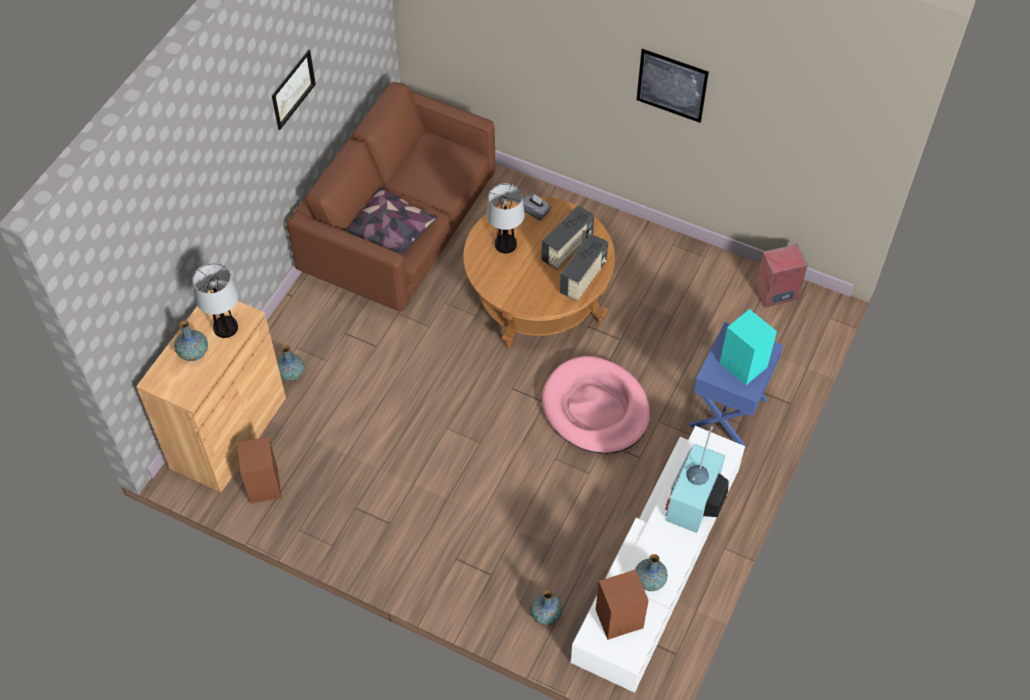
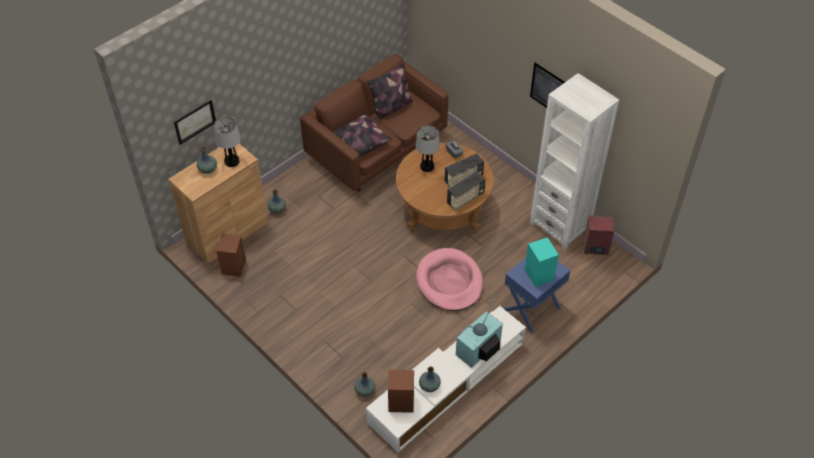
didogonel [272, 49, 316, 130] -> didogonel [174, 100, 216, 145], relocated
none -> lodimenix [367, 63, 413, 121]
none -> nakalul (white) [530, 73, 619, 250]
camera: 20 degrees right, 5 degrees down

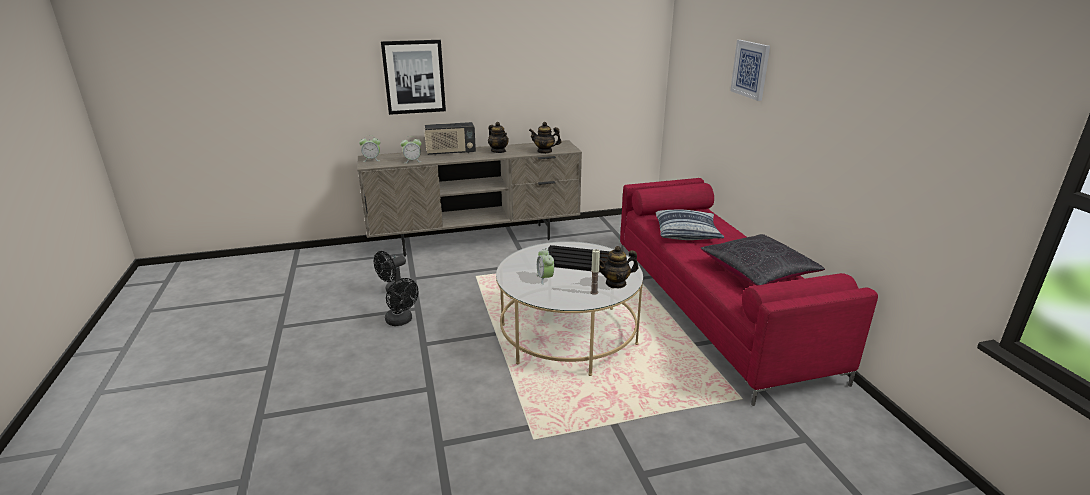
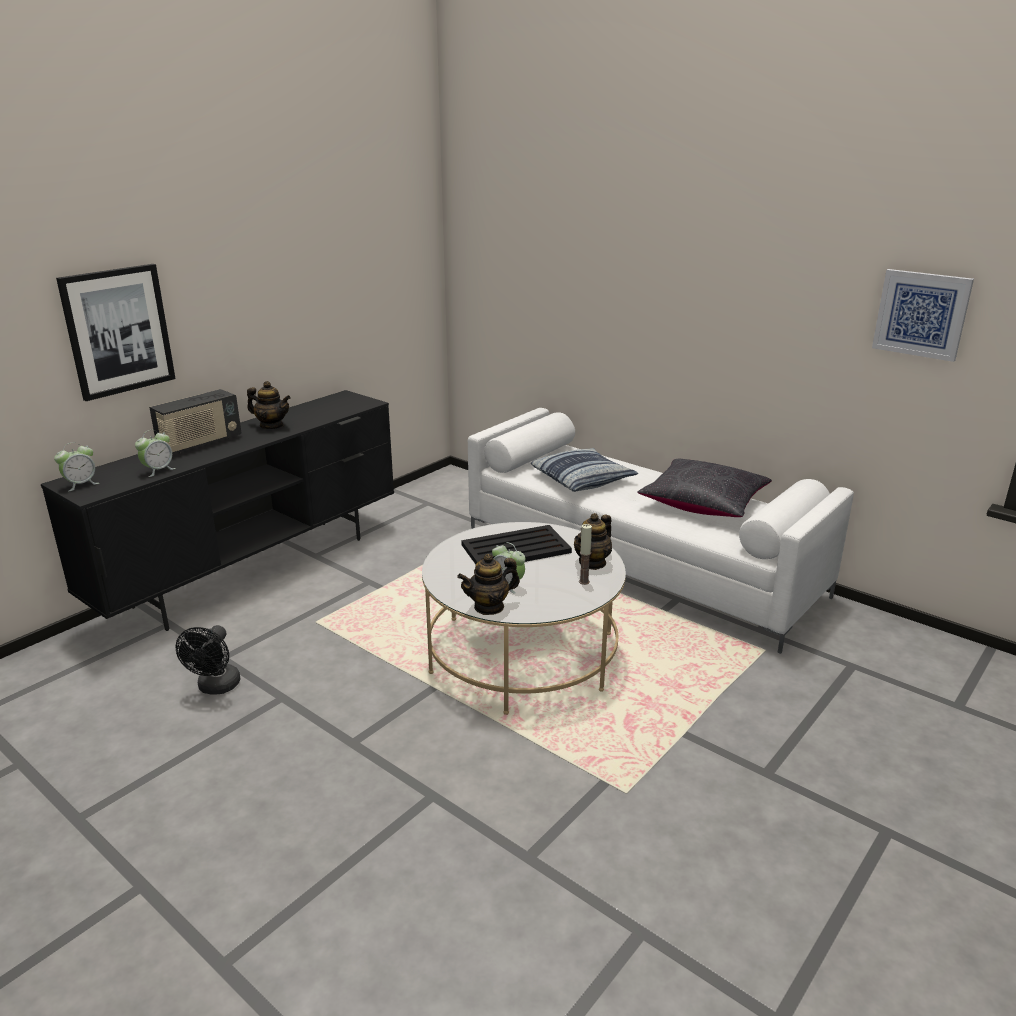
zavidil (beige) [357, 140, 582, 257] -> zavidil (black) [41, 390, 394, 631]
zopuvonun [529, 122, 561, 154] -> zopuvonun [457, 554, 520, 615], relocated
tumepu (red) [620, 178, 878, 406] -> tumepu (white) [468, 408, 854, 654]
didogonel [730, 40, 770, 101] -> didogonel [872, 269, 974, 362], relocated
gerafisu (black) [385, 278, 418, 326] -> none
camera: 35 degrees left, 0 degrees up

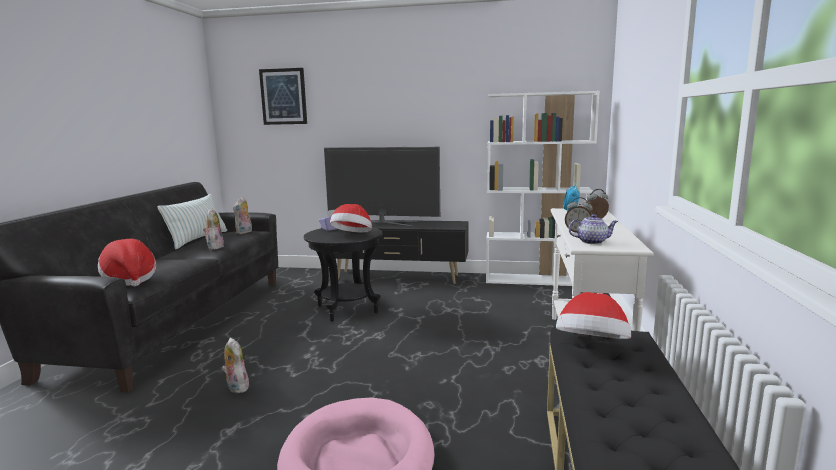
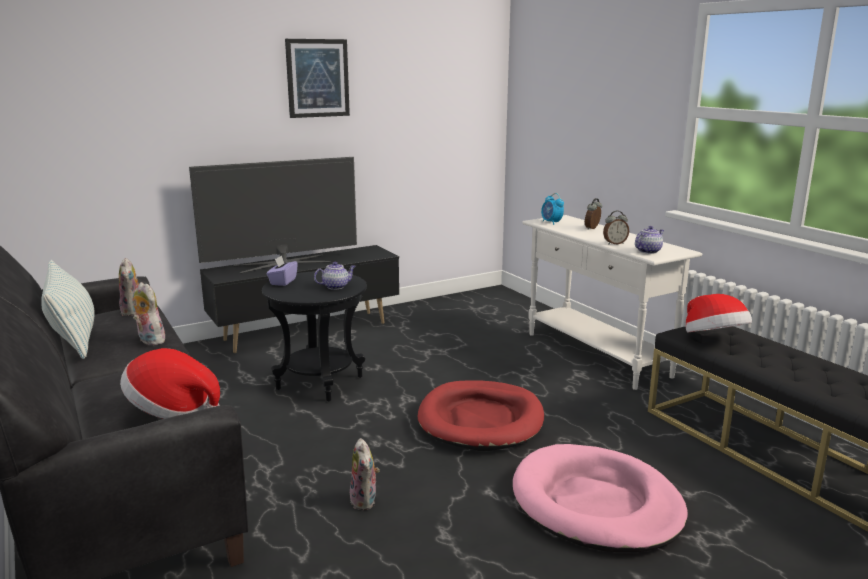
didogonel [259, 68, 307, 125] -> didogonel [285, 39, 350, 118], relocated
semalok [330, 204, 372, 232] -> zopuvonun [314, 262, 355, 290]
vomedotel [222, 338, 249, 393] -> vomedotel [348, 438, 380, 510], 120 degrees counterclockwise
none -> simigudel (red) [418, 380, 544, 451]
nakalul (white) [486, 91, 600, 286] -> none
camera: 40 degrees left, 5 degrees up

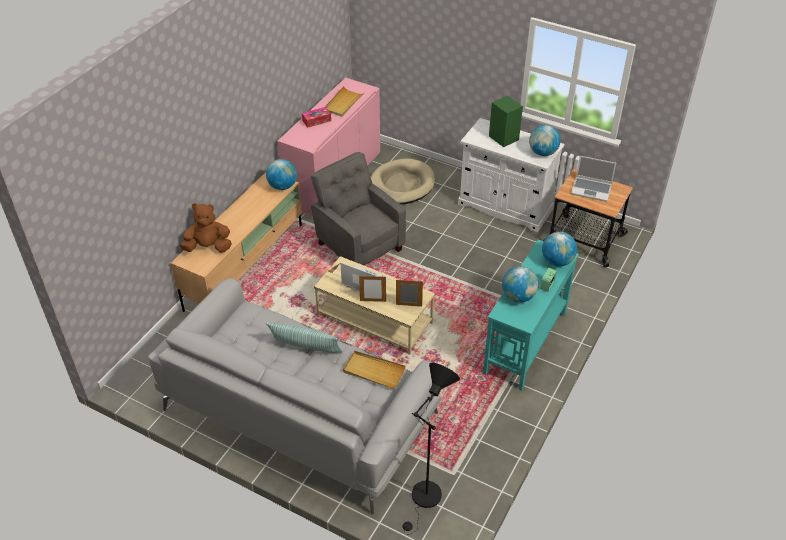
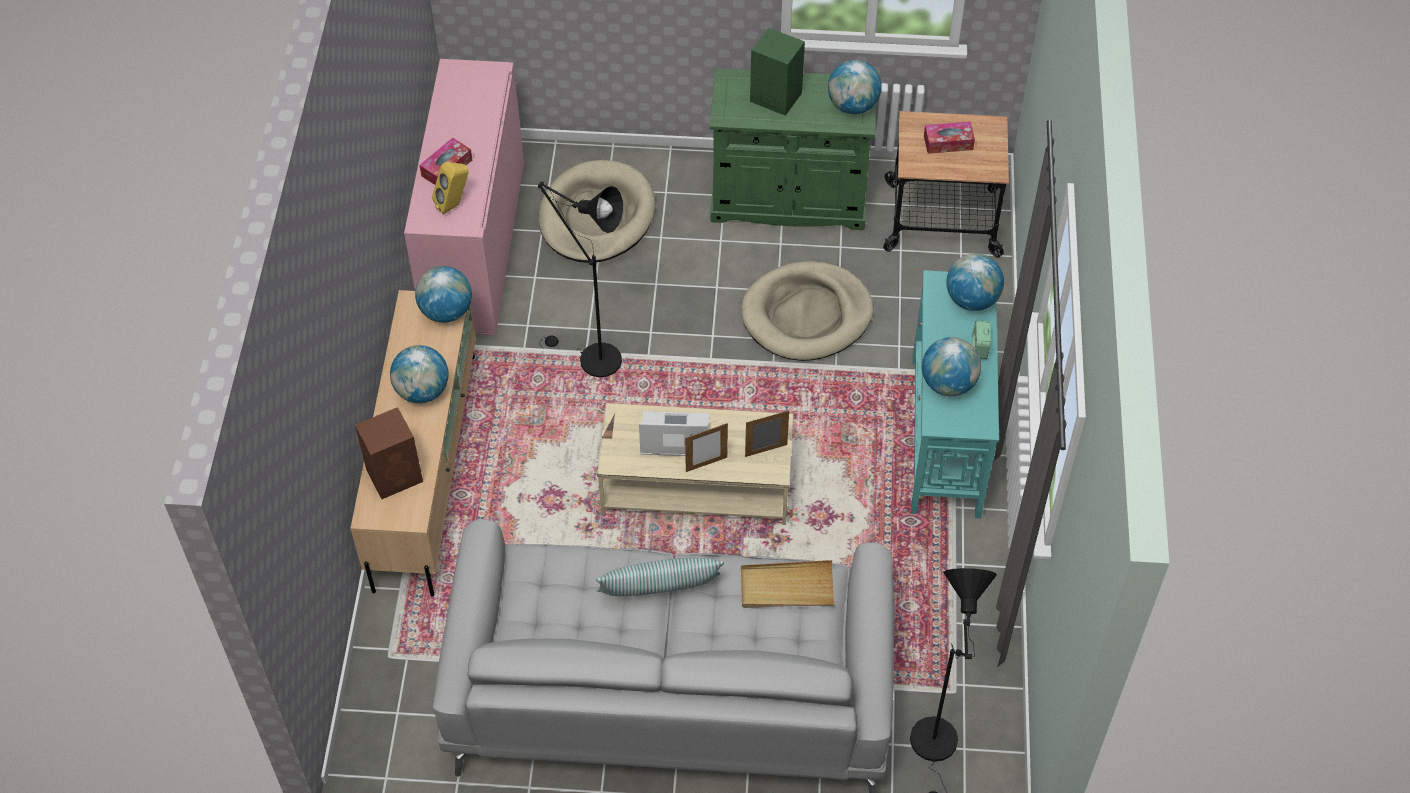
vomedotel (brown) [180, 203, 232, 253] -> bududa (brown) [355, 407, 423, 499]
none -> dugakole [390, 345, 449, 403]
none -> bududa (yellow) [432, 161, 469, 215]
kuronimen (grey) [311, 152, 406, 265] -> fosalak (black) [538, 181, 623, 377]
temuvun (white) [458, 118, 565, 233] -> temuvun (green) [710, 68, 876, 230]
none -> simigudel (beige) [741, 261, 873, 361]
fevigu [571, 156, 616, 202] -> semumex [924, 121, 975, 154]
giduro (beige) [325, 86, 365, 117] -> none
camera: 25 degrees left, 10 degrees up

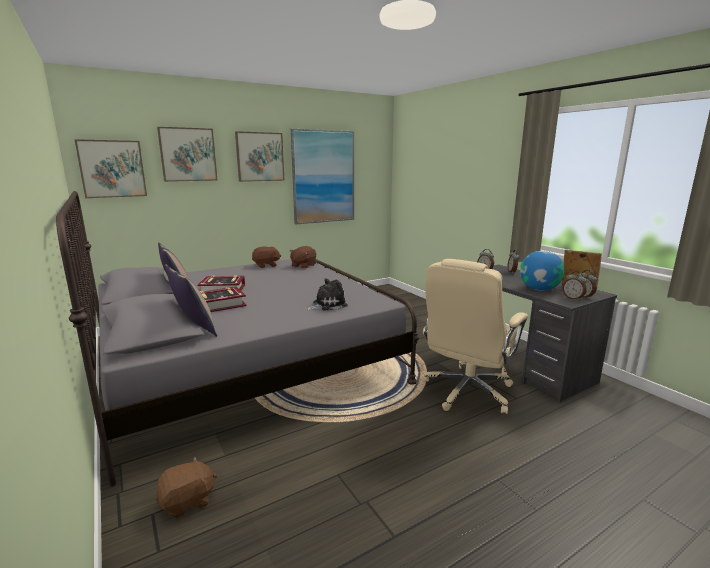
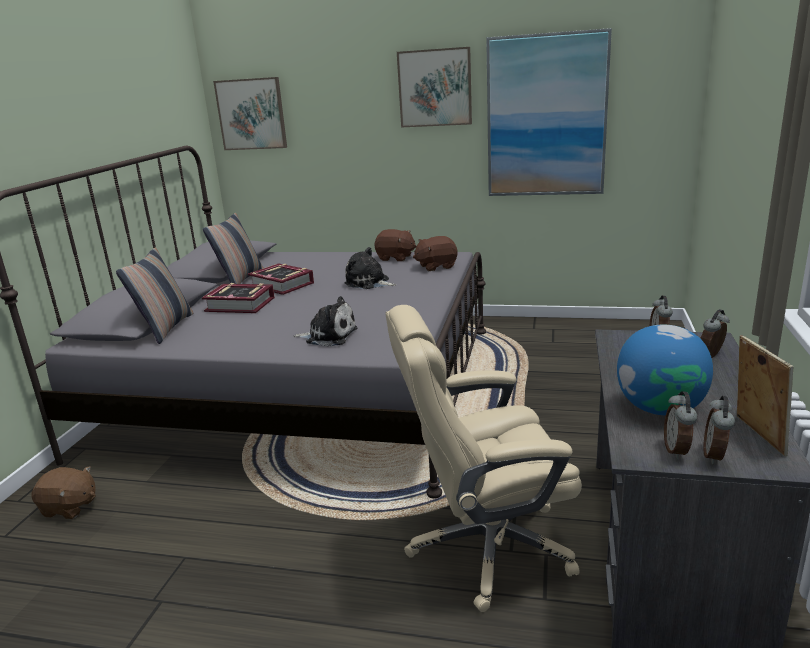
none -> vomedotel [345, 247, 396, 289]
didogonel [157, 127, 217, 182] -> none
camera: 45 degrees right, 5 degrees up

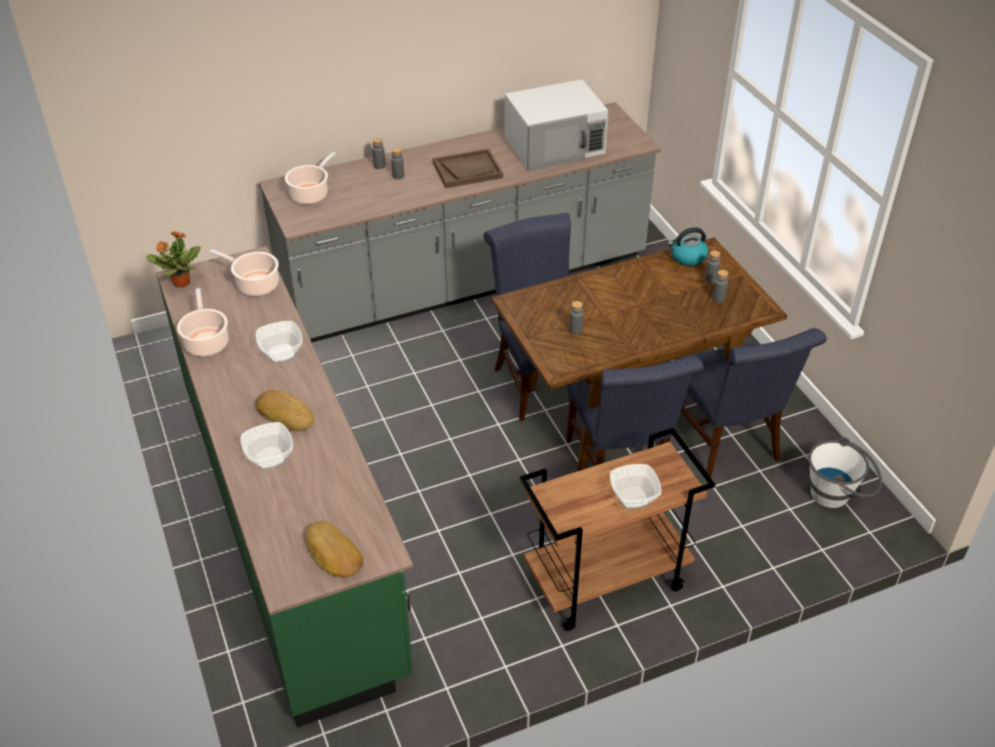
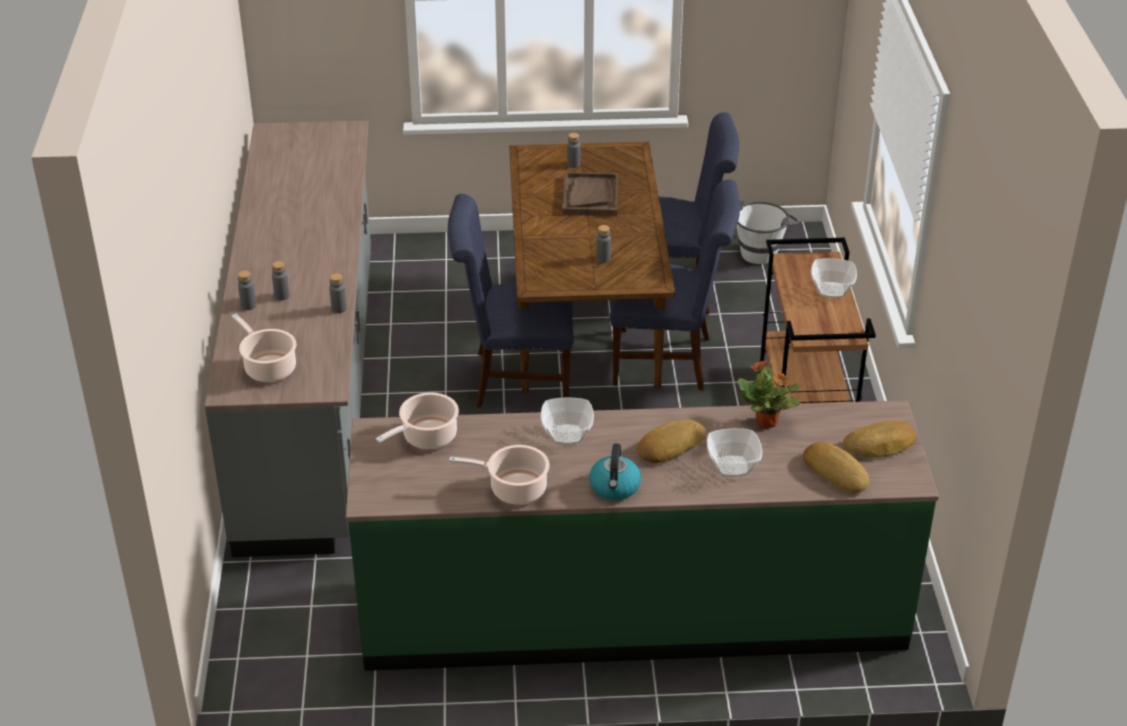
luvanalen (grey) [712, 270, 728, 303] -> luvanalen (grey) [329, 273, 347, 313], relocated
giduro (brown) [433, 149, 503, 188] -> giduro (brown) [562, 172, 618, 216], relocated
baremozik [668, 227, 708, 266] -> baremozik [589, 443, 641, 500], relocated
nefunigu [146, 232, 201, 287] -> nefunigu [738, 360, 801, 429], relocated
none -> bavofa [803, 442, 869, 493]
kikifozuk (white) [505, 79, 608, 171] -> none
camera: 70 degrees left, 5 degrees down

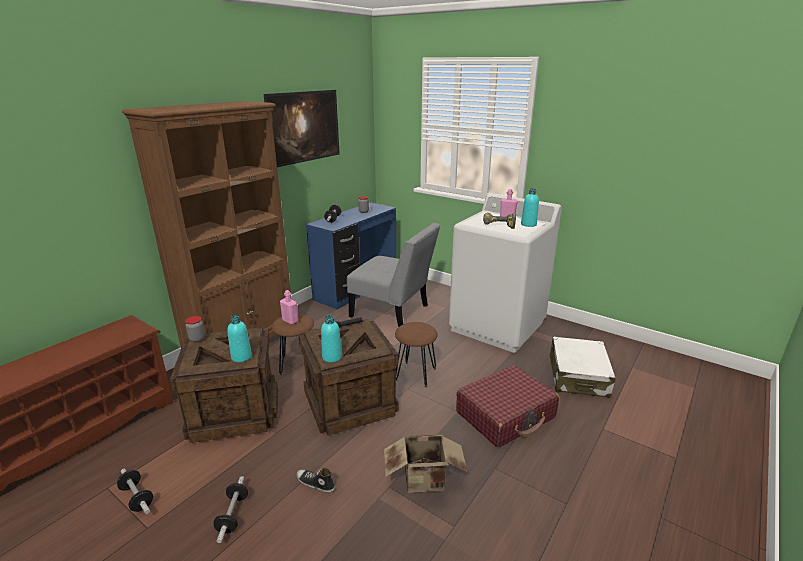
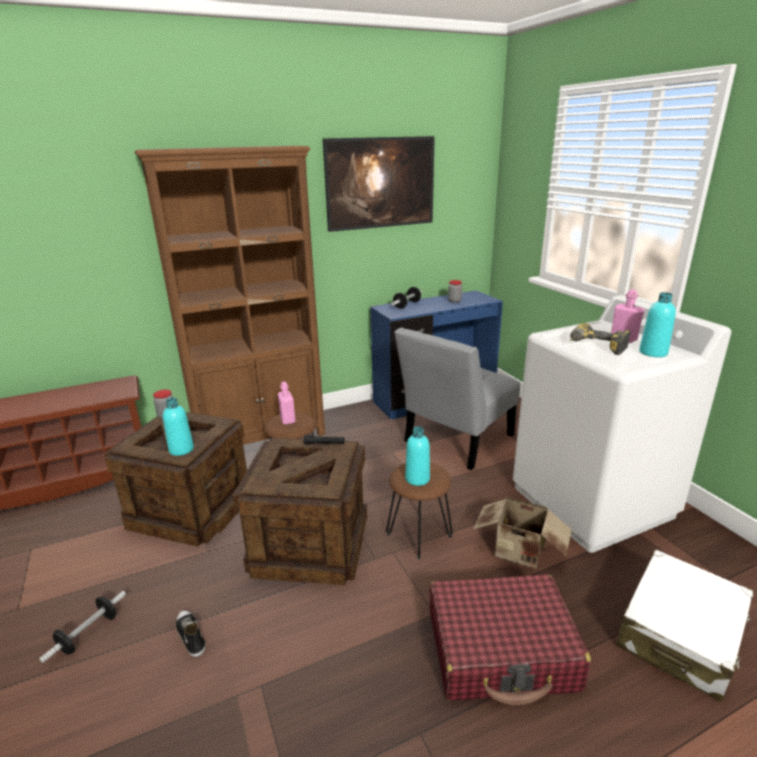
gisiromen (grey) [347, 223, 440, 328] -> gisiromen (grey) [394, 327, 520, 470], 75 degrees clockwise
luvanalen (turquoise) [321, 315, 342, 363] -> luvanalen (turquoise) [405, 427, 430, 486], relocated
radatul [384, 434, 468, 493] -> radatul [473, 497, 572, 569], relocated
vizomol [117, 469, 153, 514] -> none
camera: 30 degrees right, 0 degrees up

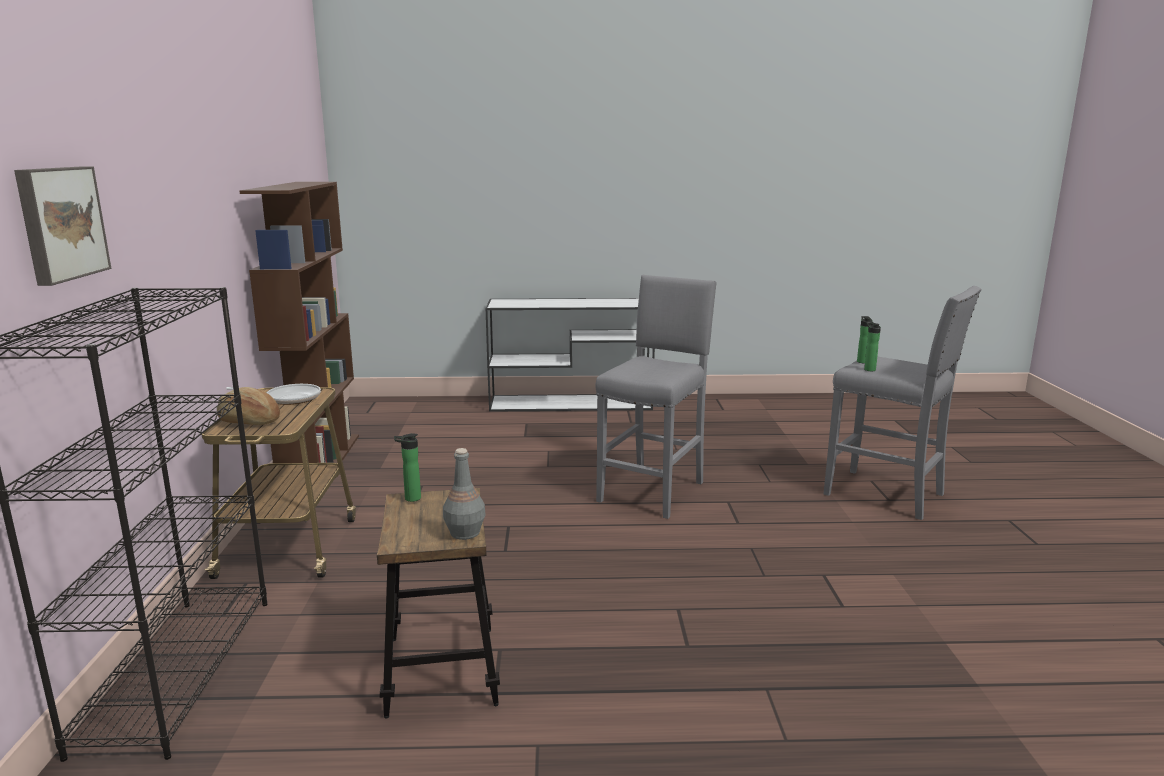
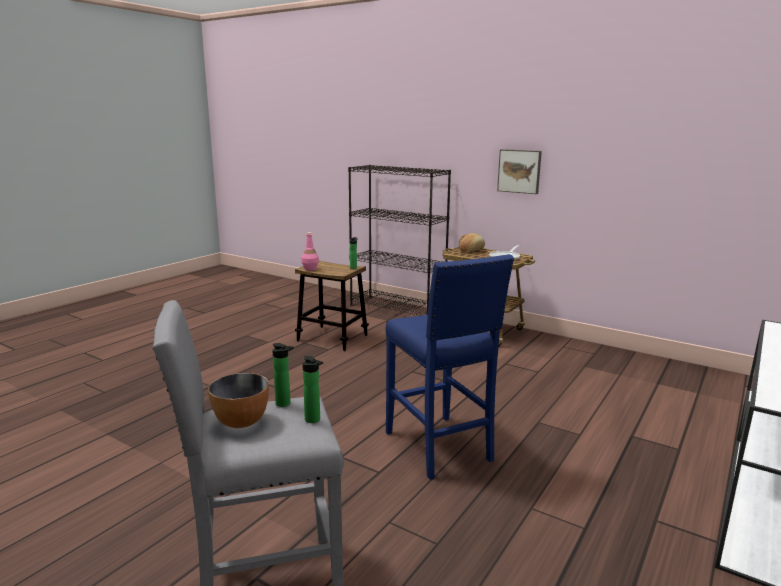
none -> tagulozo [208, 373, 269, 428]
luvanalen (grey) [443, 448, 486, 540] -> luvanalen (pink) [301, 232, 319, 271]
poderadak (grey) [595, 275, 717, 519] -> poderadak (blue) [385, 254, 514, 480]
didogonel [14, 167, 111, 286] -> didogonel [497, 149, 542, 194], relocated
nakalul (brown) [239, 182, 359, 463] -> none
camera: 125 degrees right, 0 degrees up

